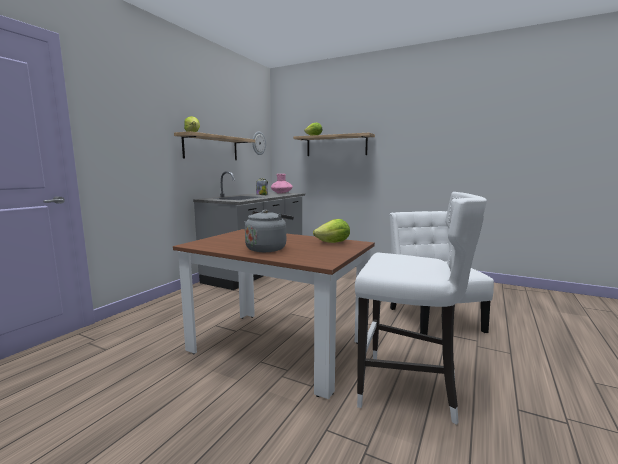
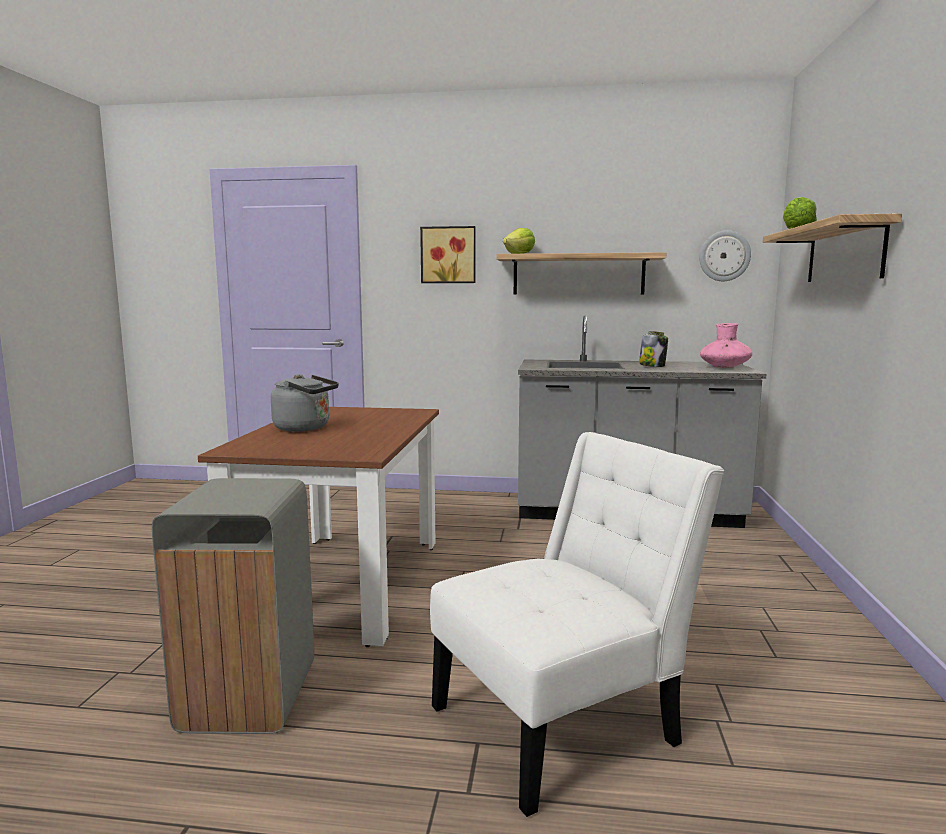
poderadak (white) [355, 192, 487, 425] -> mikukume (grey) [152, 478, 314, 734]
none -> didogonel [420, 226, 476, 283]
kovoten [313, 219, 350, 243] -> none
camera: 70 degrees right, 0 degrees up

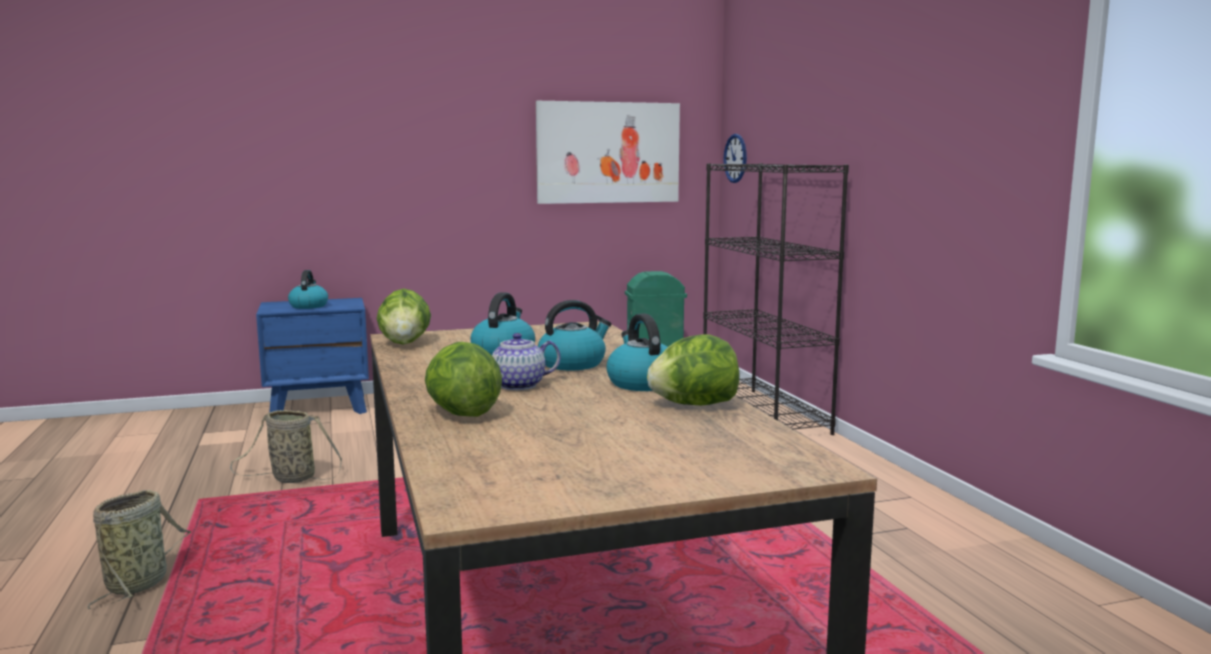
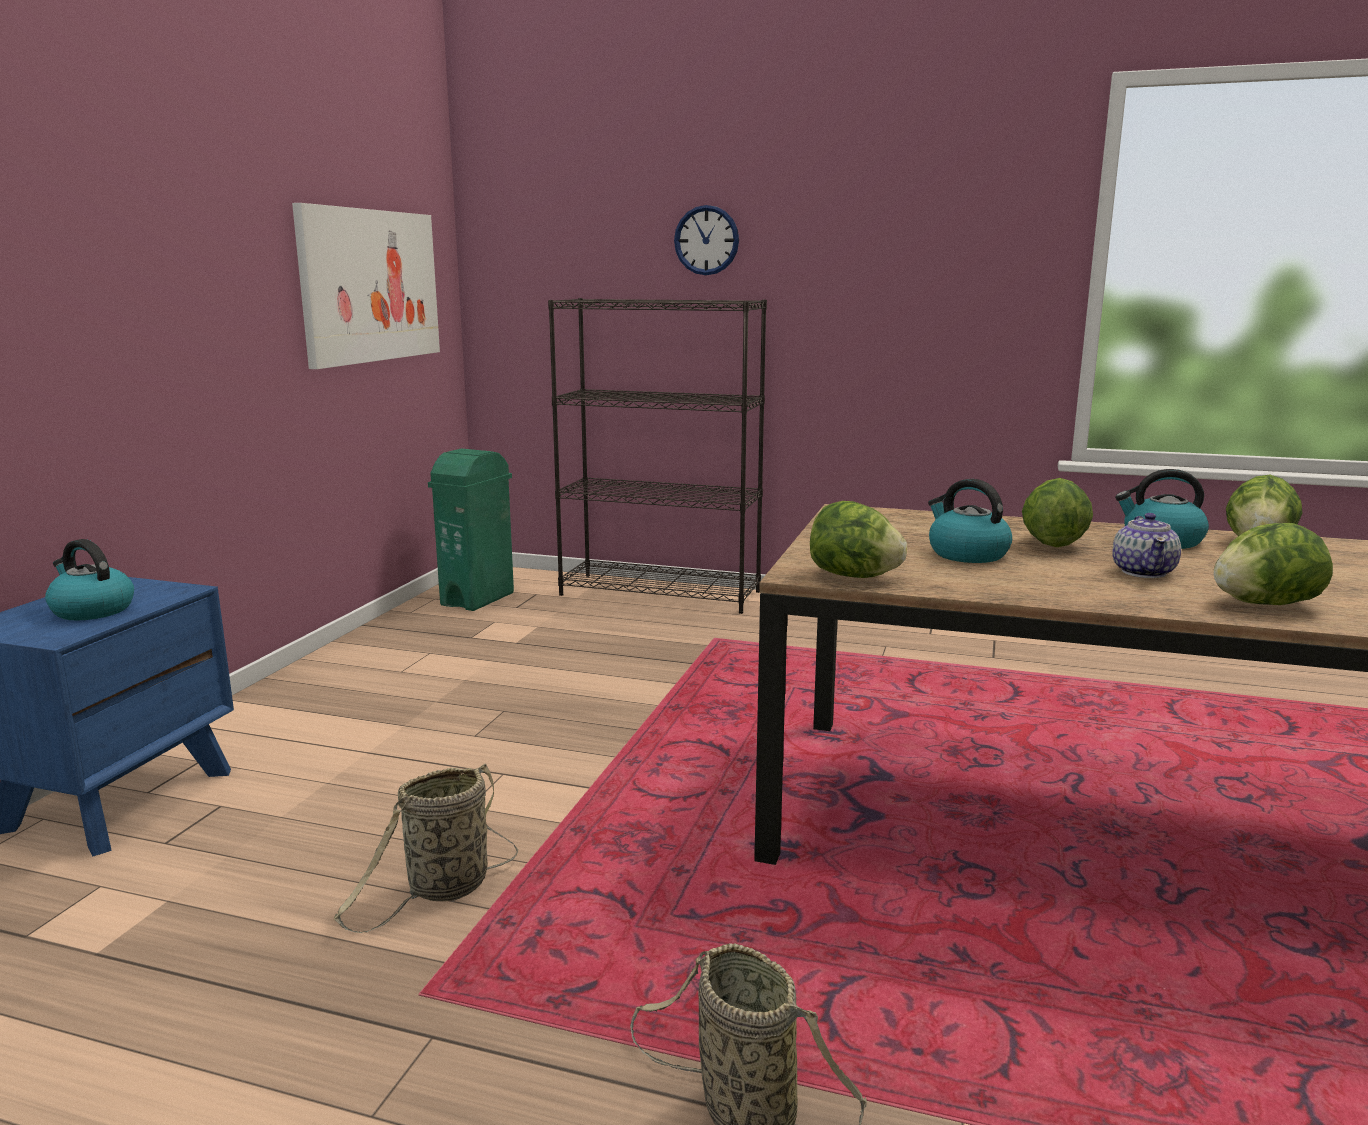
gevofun [723, 134, 747, 183] -> gevofun [674, 205, 739, 275], relocated
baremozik [538, 300, 611, 370] -> kovoten [1022, 478, 1093, 547]
camera: 55 degrees left, 5 degrees up

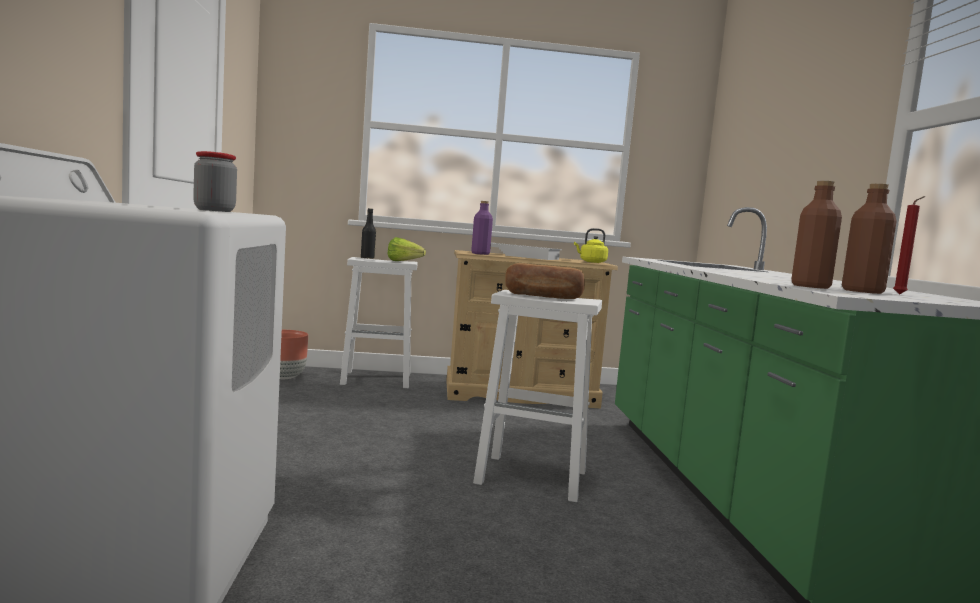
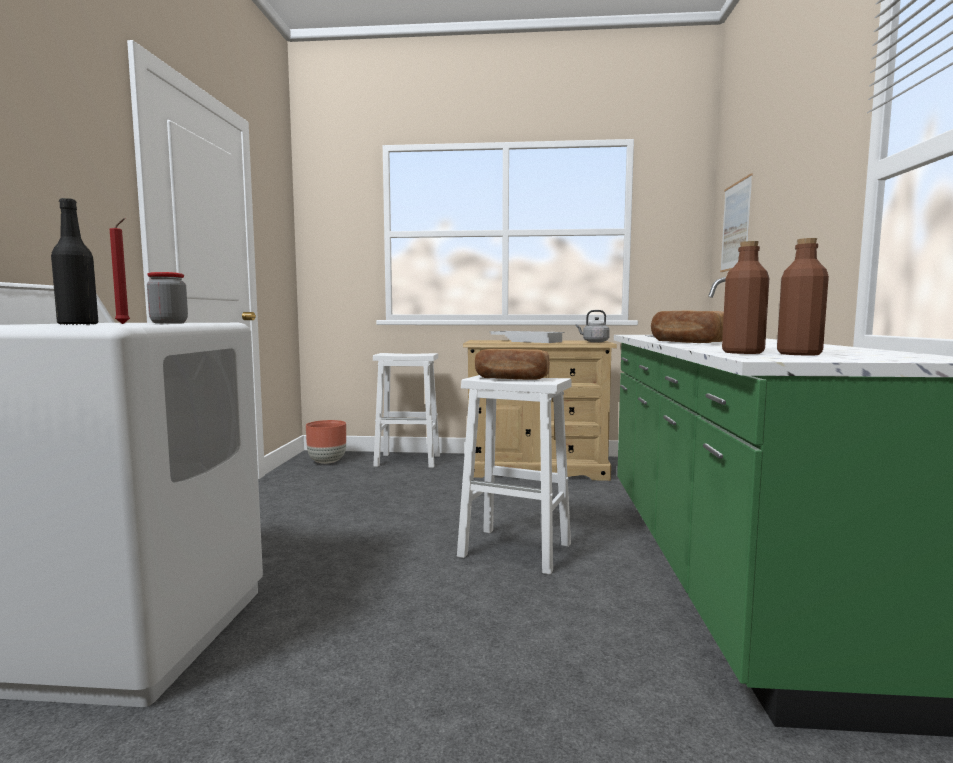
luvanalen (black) [361, 208, 376, 259] -> luvanalen (black) [51, 198, 98, 325], relocated
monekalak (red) [893, 196, 925, 295] -> monekalak (red) [110, 218, 130, 324], relocated
baremozik (yellow) [574, 228, 608, 263] -> baremozik (grey) [576, 310, 610, 342]
none -> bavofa [651, 310, 724, 343]
none -> didogonel [720, 173, 753, 272]
kovoten [387, 237, 426, 261] -> none
luvanalen (purple) [471, 201, 493, 255] -> none
camera: 10 degrees right, 0 degrees up

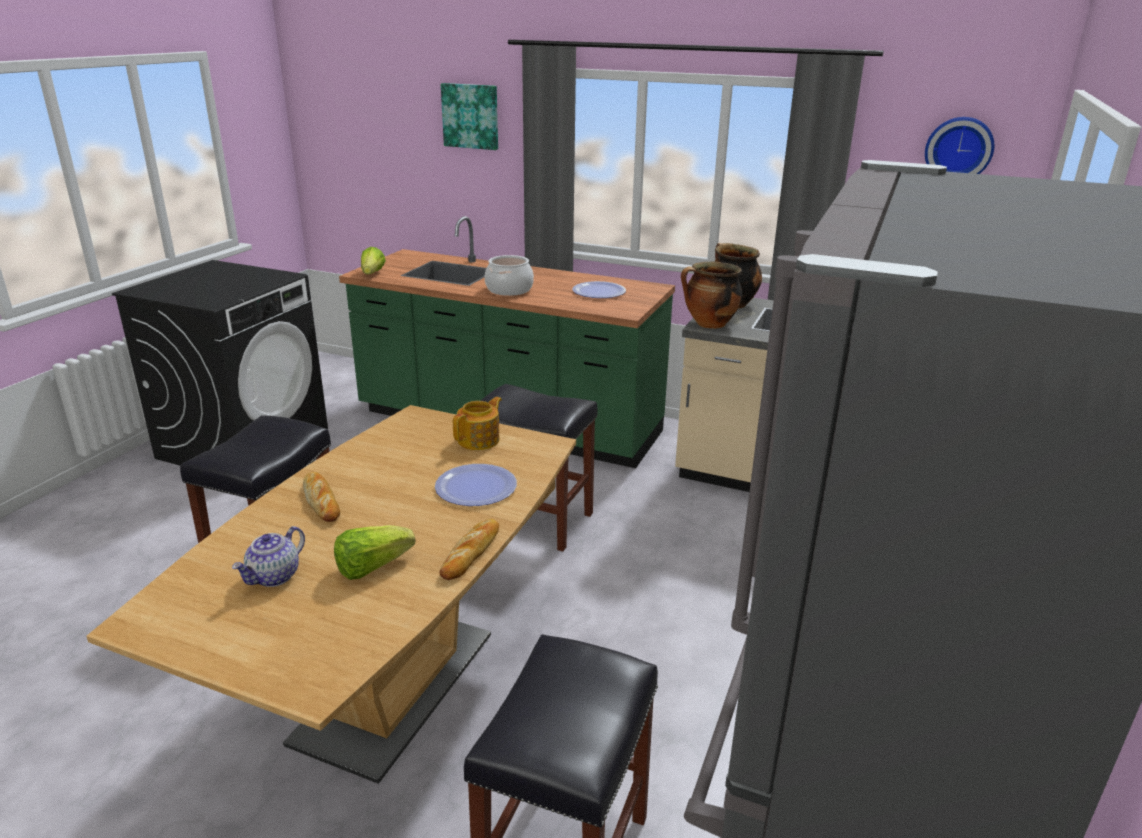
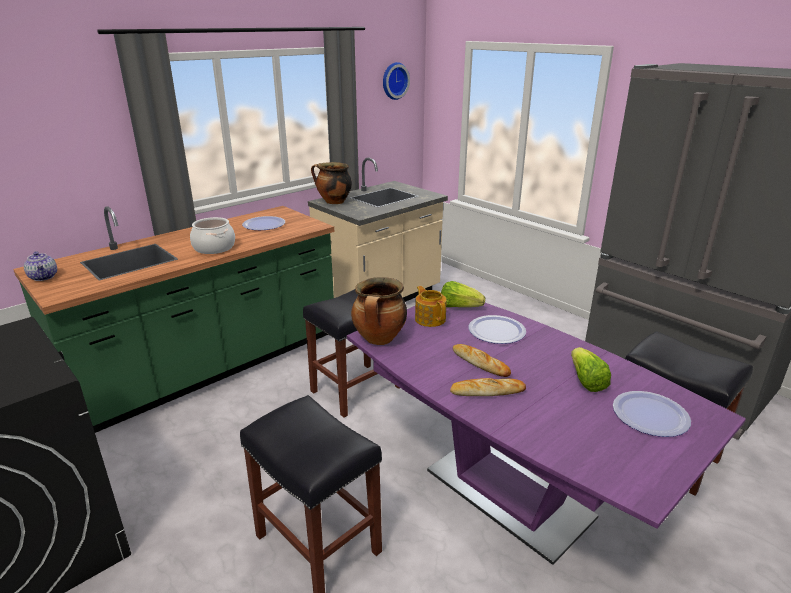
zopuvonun [232, 526, 305, 587] -> zopuvonun [24, 251, 57, 281], relocated
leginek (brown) [86, 405, 576, 784] -> leginek (purple) [347, 303, 746, 565]
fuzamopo [681, 262, 742, 329] -> fuzamopo [351, 277, 407, 345], relocated
kovoten [361, 247, 386, 274] -> kovoten [441, 281, 485, 307], relocated
bavofa [439, 519, 499, 580] -> bavofa [453, 344, 511, 377], relocated
none -> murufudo [613, 391, 691, 437]
didogonel [441, 83, 498, 150] -> none
camera: 65 degrees left, 0 degrees up

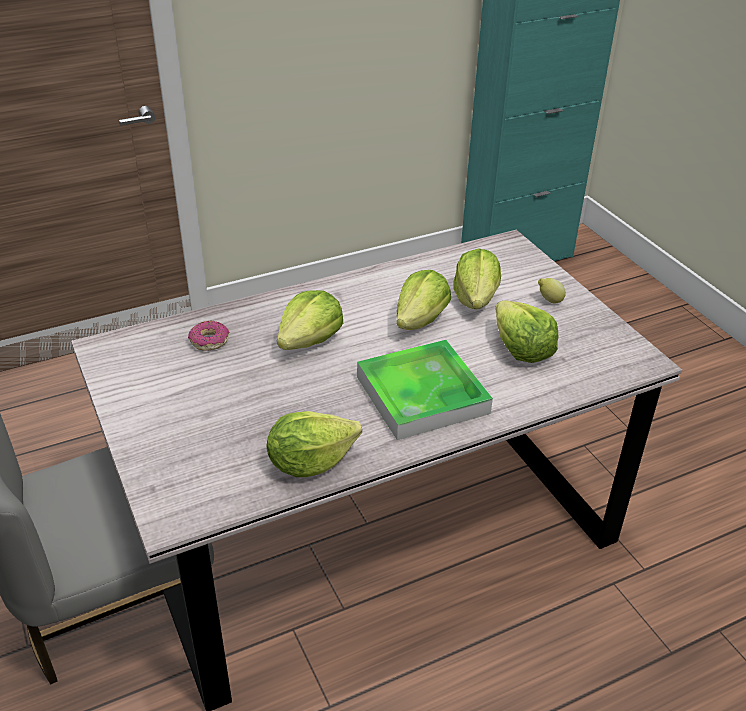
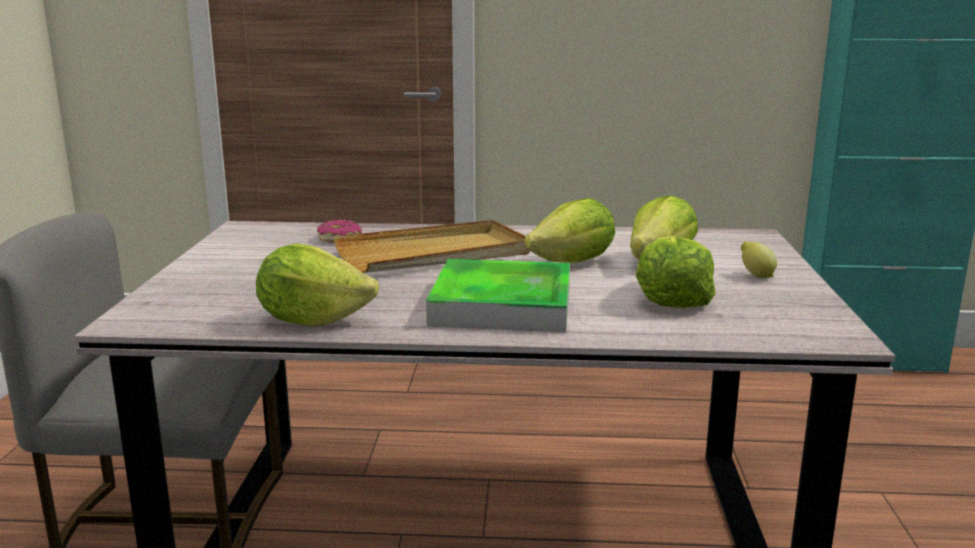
kovoten [277, 290, 343, 350] -> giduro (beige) [333, 220, 530, 273]
camera: 30 degrees right, 20 degrees down

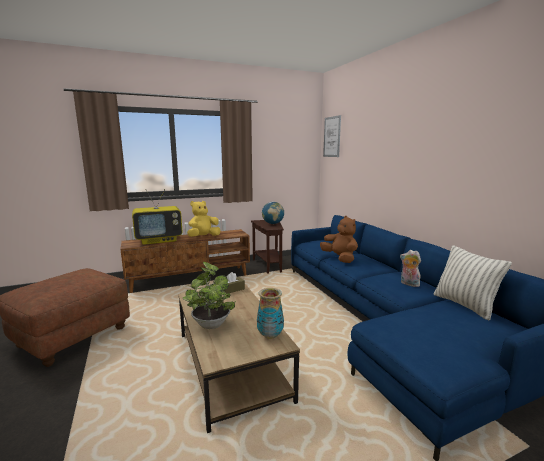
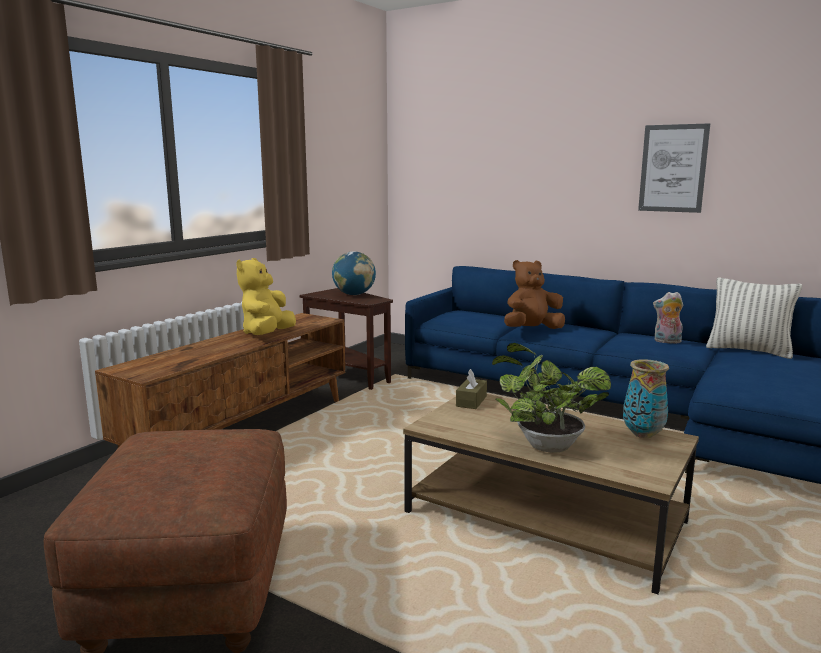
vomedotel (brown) [320, 216, 358, 263] -> vomedotel (brown) [504, 260, 565, 329], 45 degrees counterclockwise
didogonel [323, 115, 341, 157] -> didogonel [638, 123, 710, 213], relocated
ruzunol [132, 189, 182, 245] -> none
camera: 35 degrees left, 0 degrees up

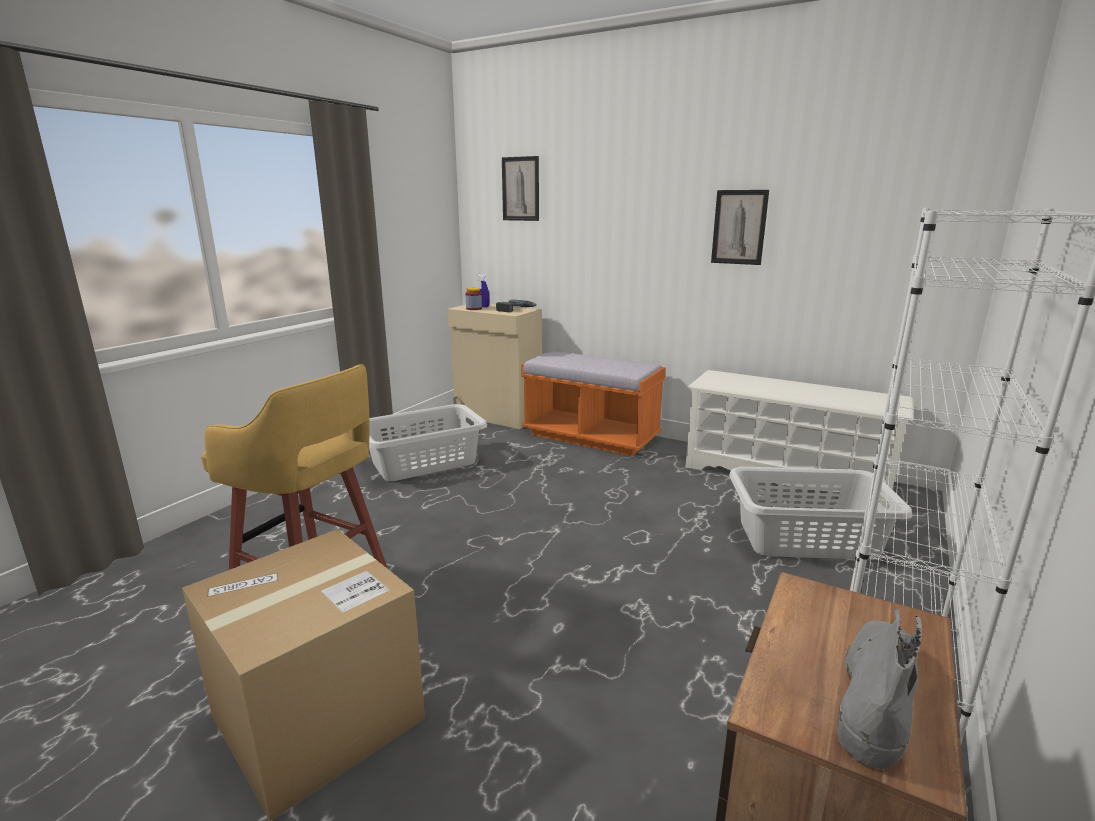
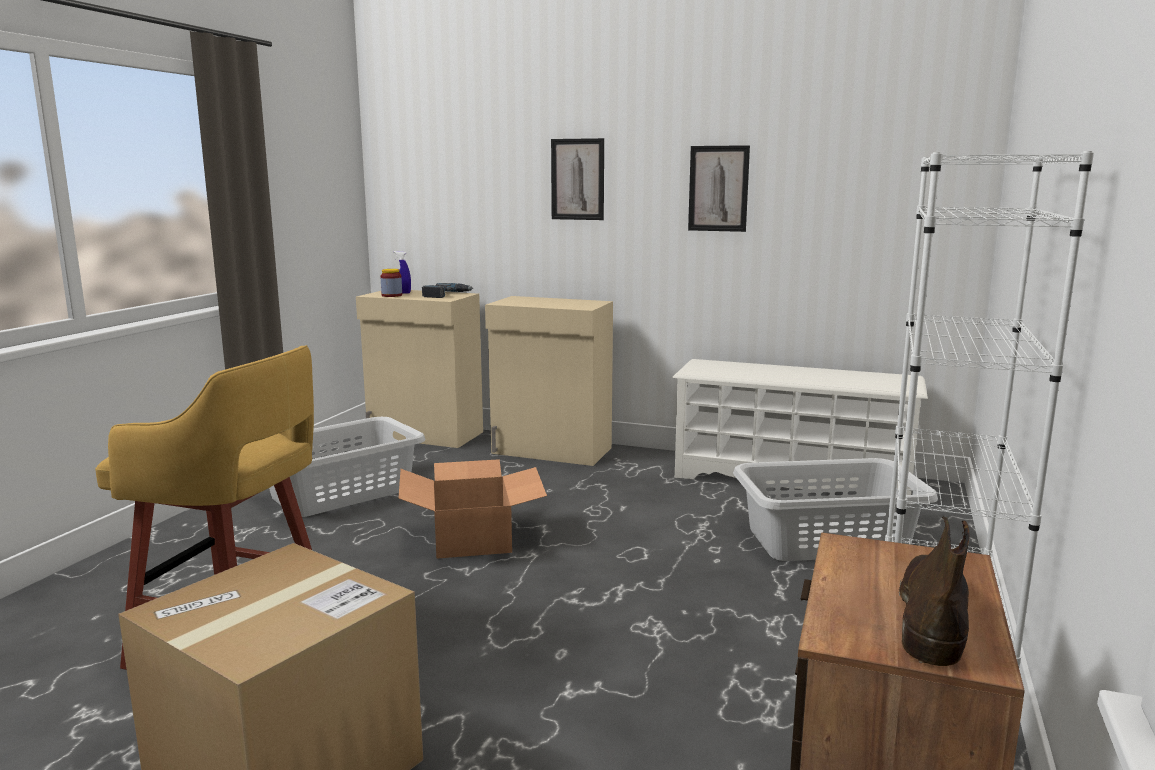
none -> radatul [398, 459, 547, 559]
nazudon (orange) [521, 351, 666, 456] -> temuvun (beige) [485, 296, 613, 466]
didogonel [502, 156, 539, 221] -> didogonel [551, 138, 604, 220], relocated
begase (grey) [837, 608, 922, 769] -> begase (brown) [899, 516, 970, 666]
camera: 10 degrees left, 5 degrees down

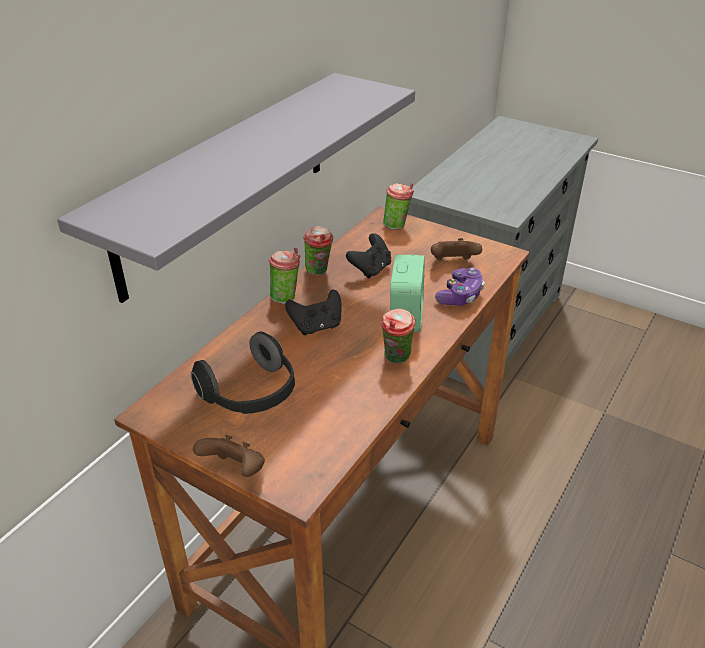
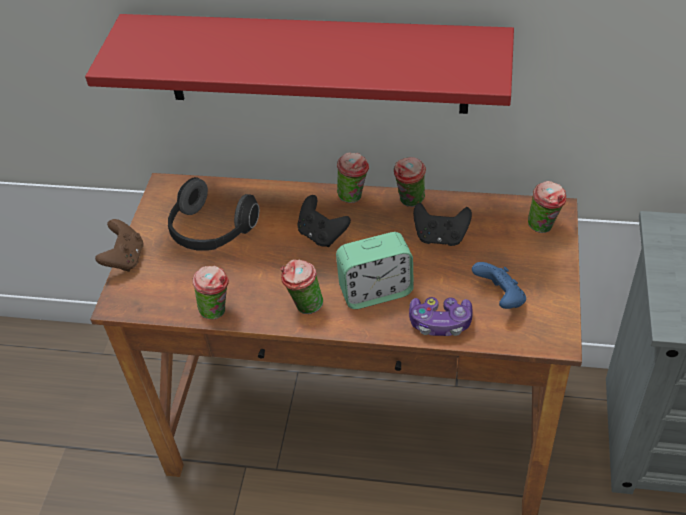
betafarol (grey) [57, 73, 415, 303] -> betafarol (red) [85, 14, 514, 114]
none -> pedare [192, 266, 229, 319]
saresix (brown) [431, 238, 482, 260] -> saresix (blue) [472, 262, 526, 309]
camera: 70 degrees right, 10 degrees up

